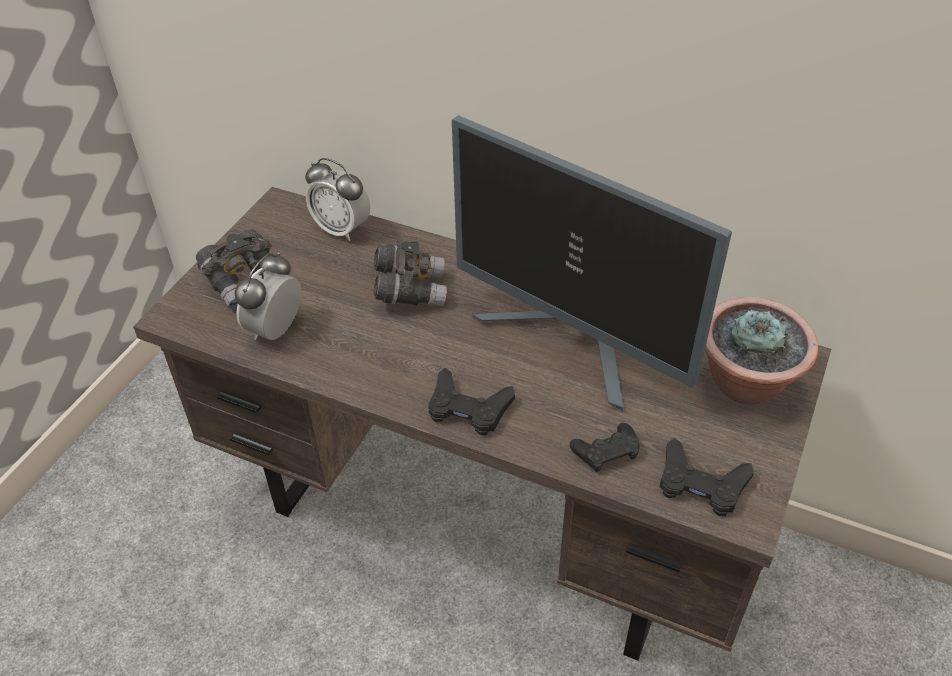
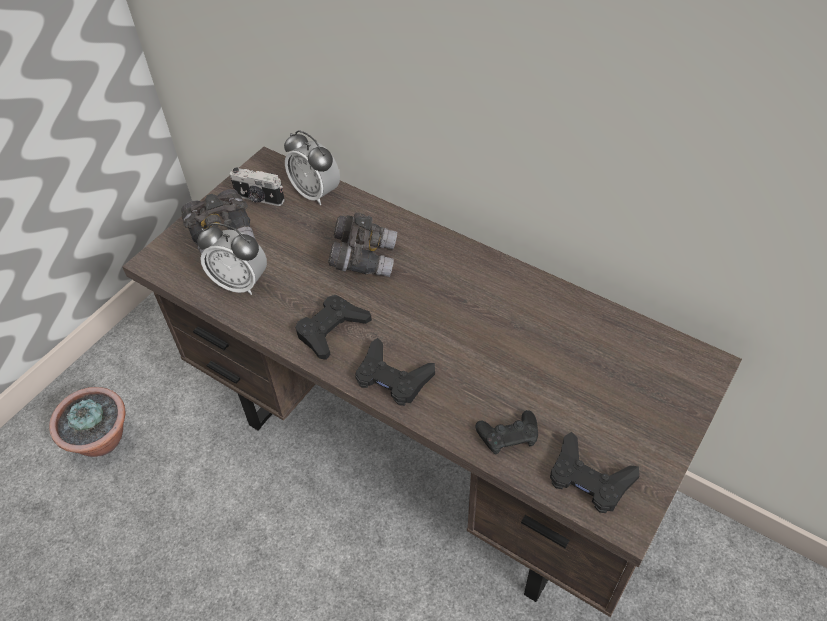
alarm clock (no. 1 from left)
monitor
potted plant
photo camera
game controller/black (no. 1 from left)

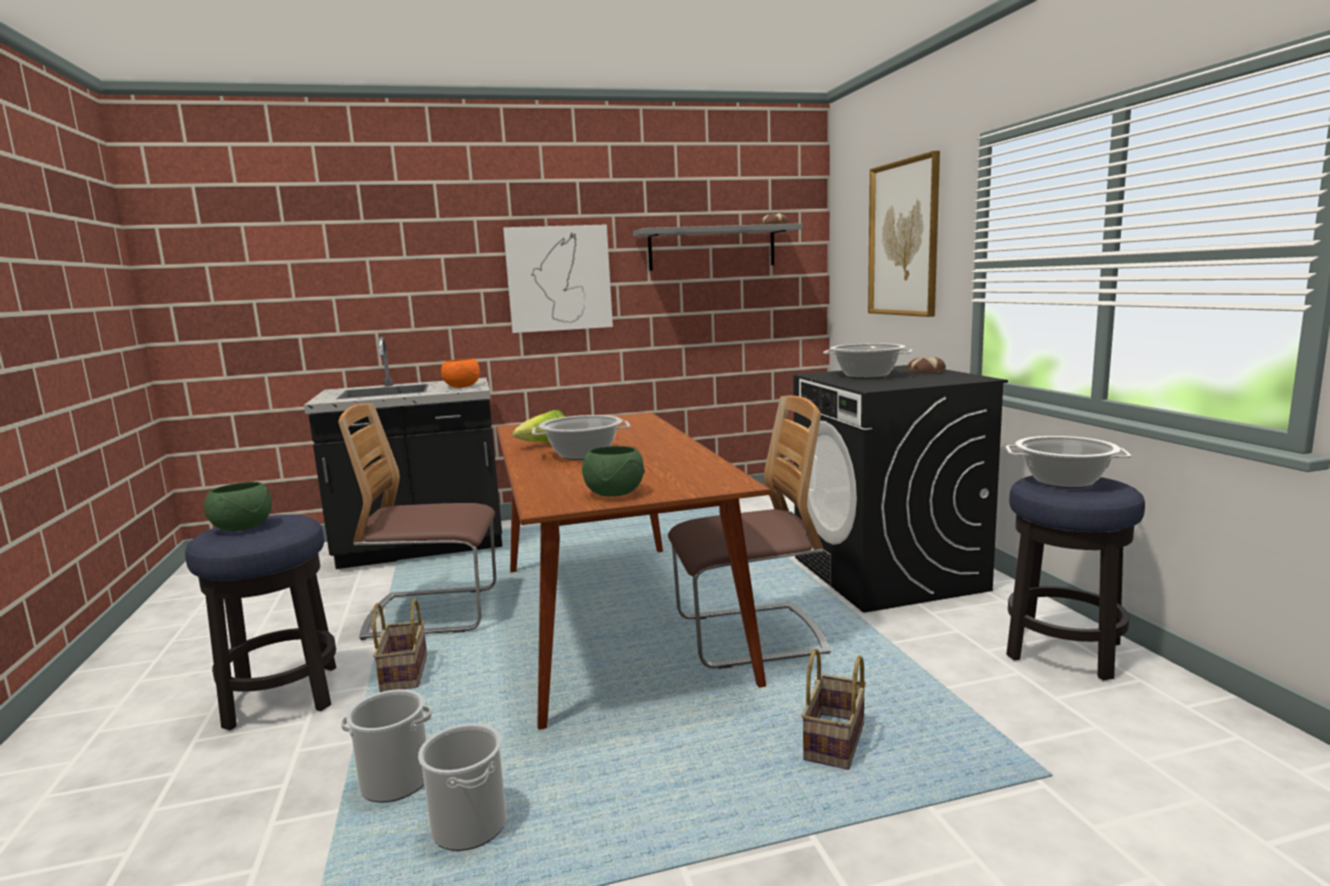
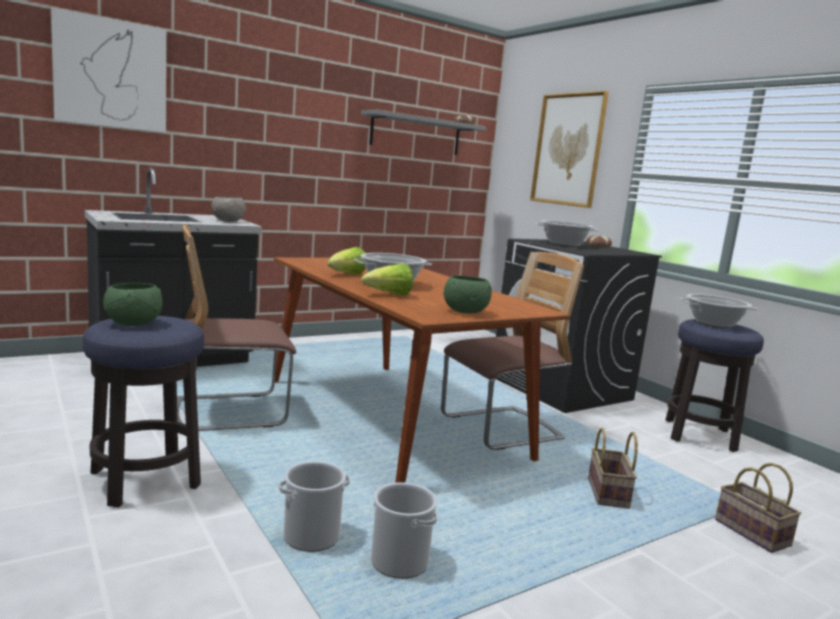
basket (no. 2 from left)
bowl/grey
picture (no. 1 from left)
lettuce (no. 2 from left)

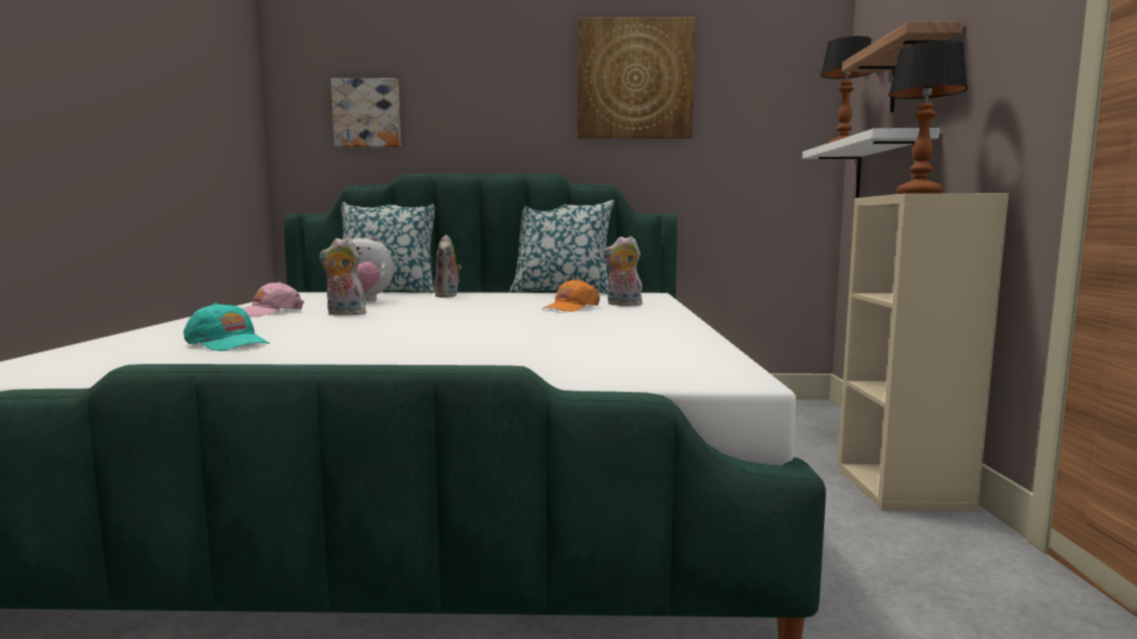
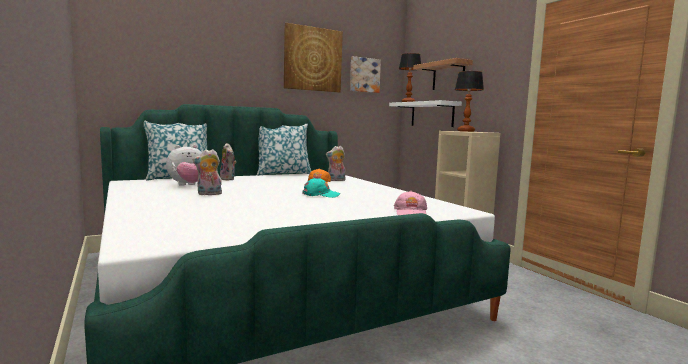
cap/turquoise
cap/pink
picture (no. 2 from left)

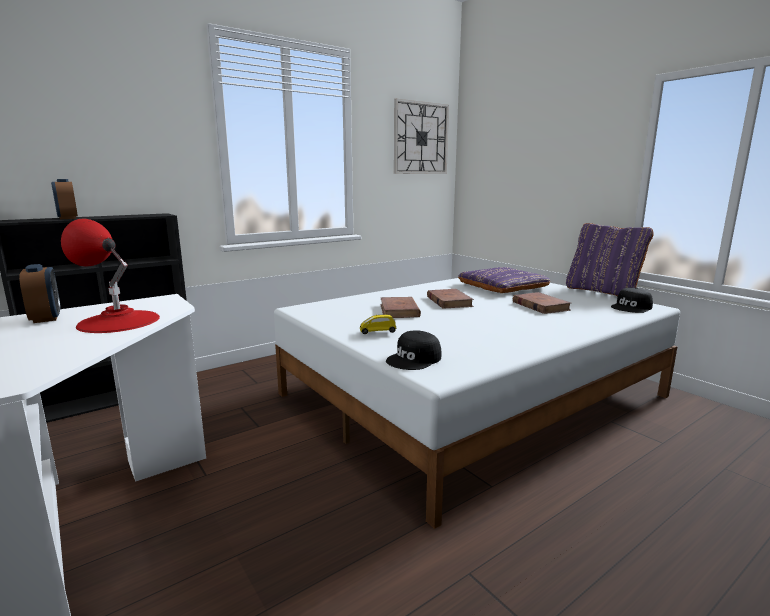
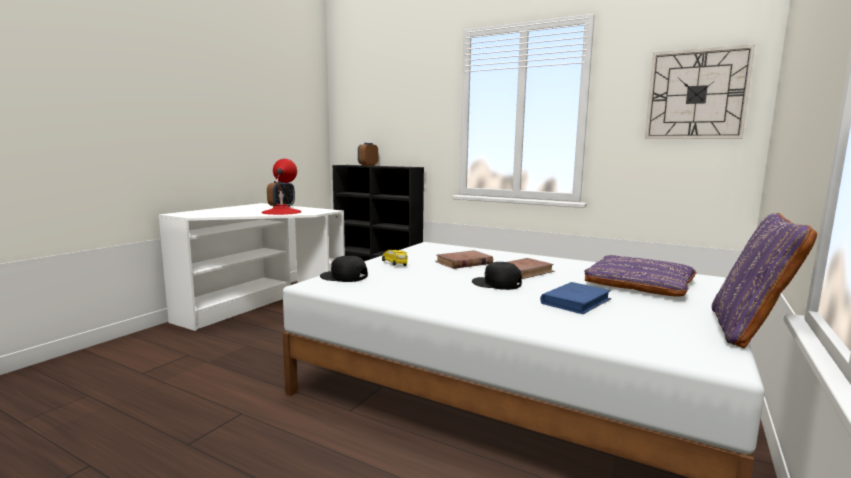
book/blue
cap/black (no. 2 from left)

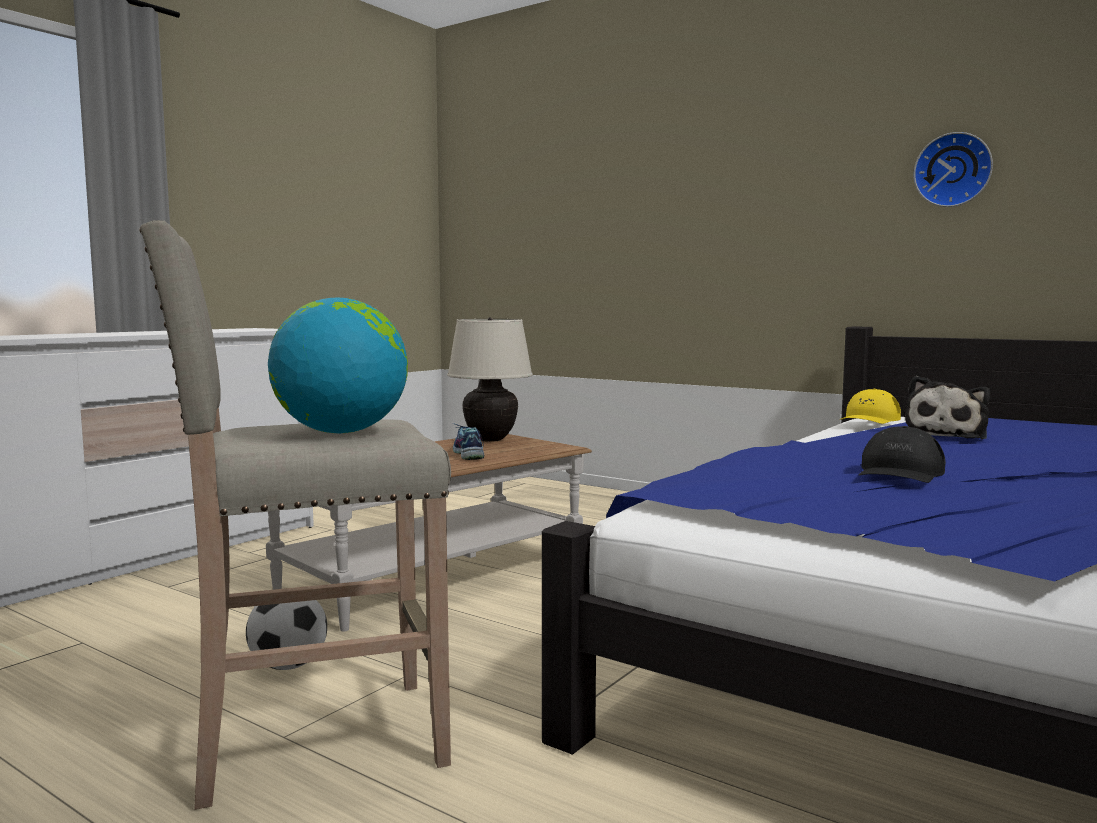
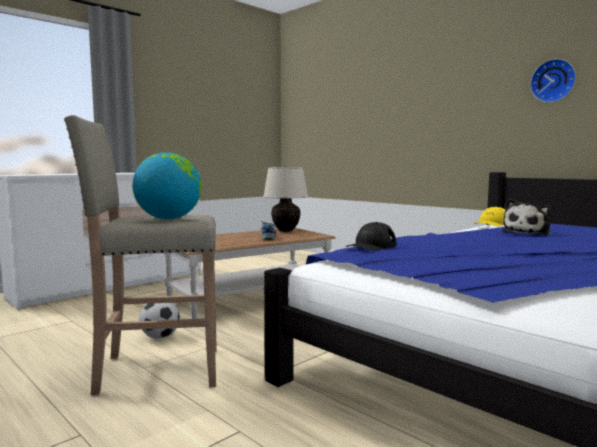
cap/black

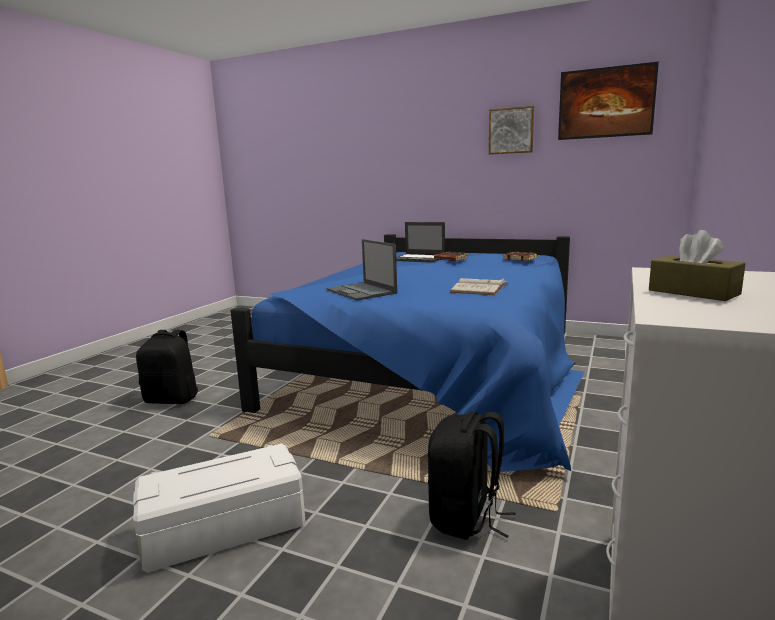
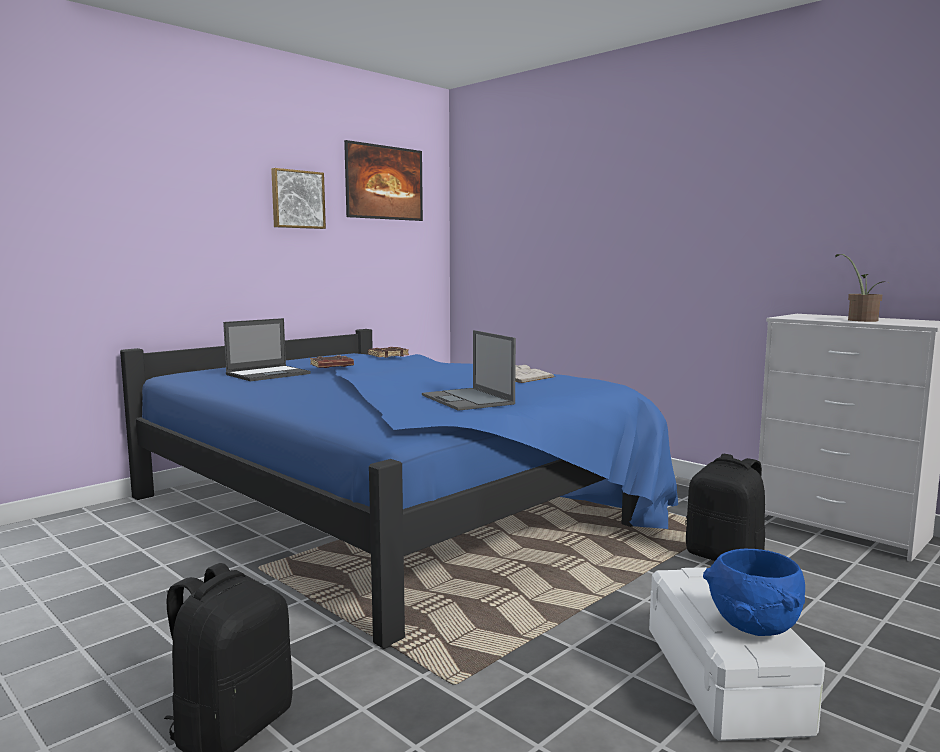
laptop (no. 2 from left)
potted plant
bowl/blue

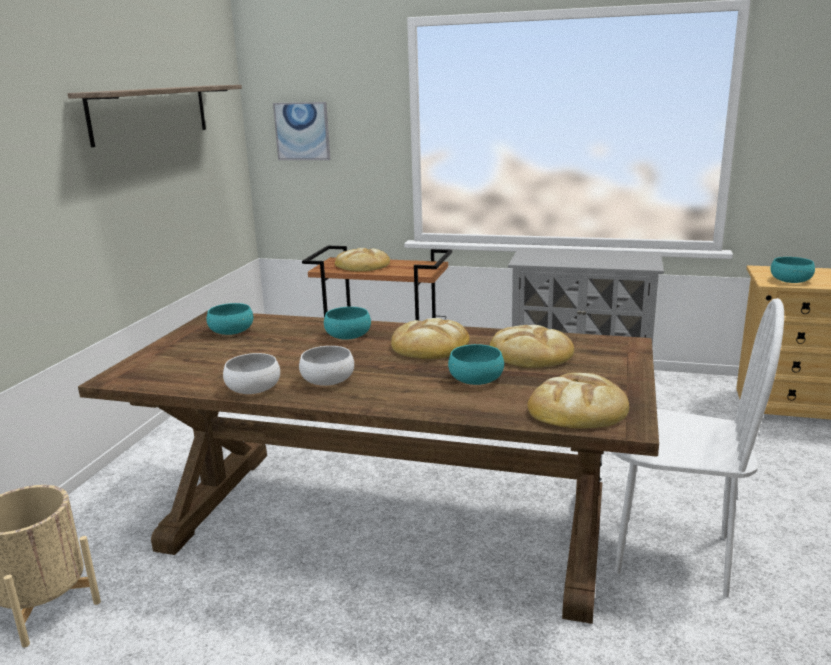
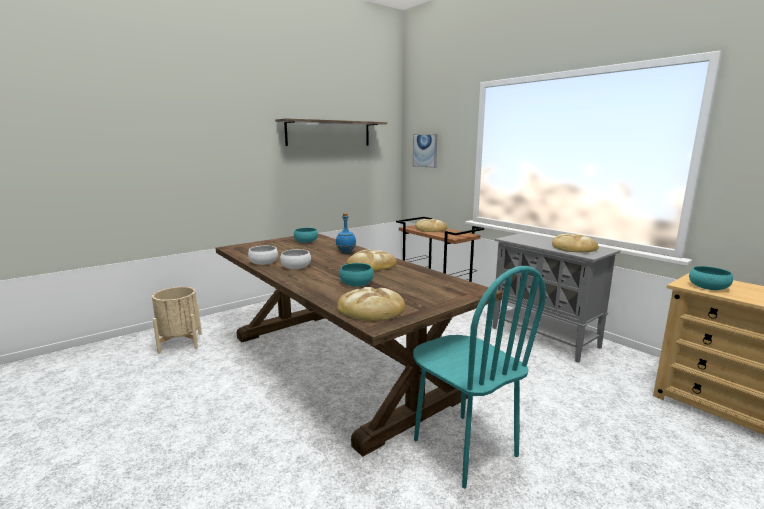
bottle/blue
bread (no. 4 from left)
chair/turquoise

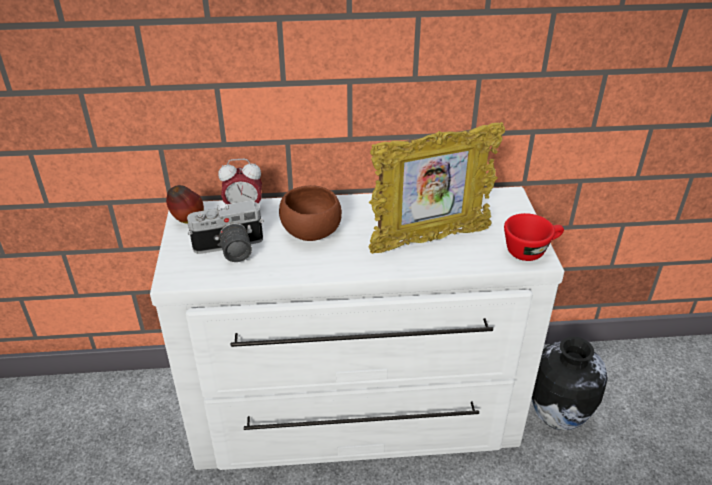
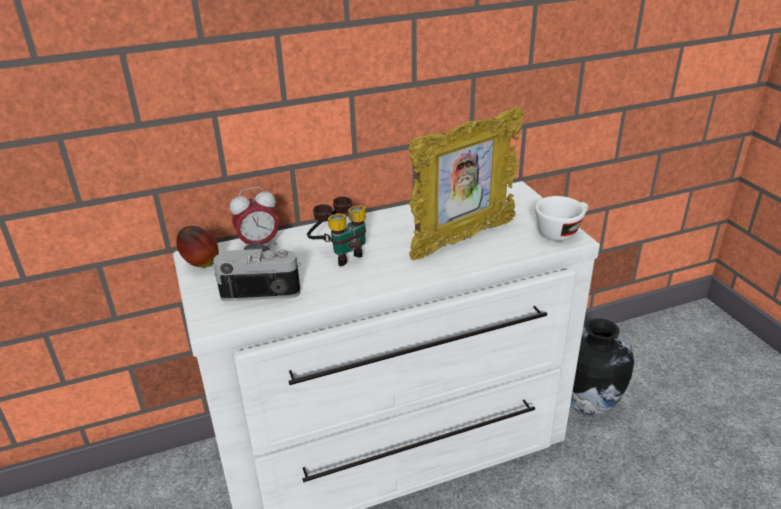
photo camera
binoculars
cup/white

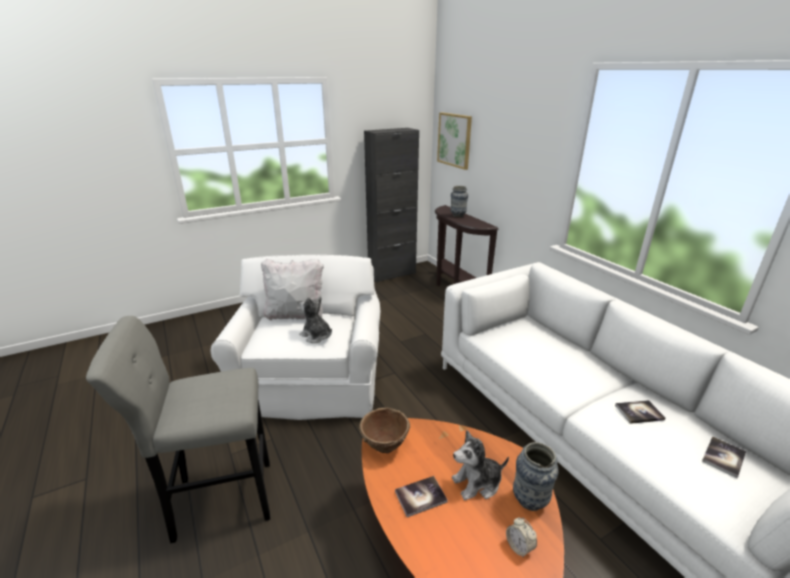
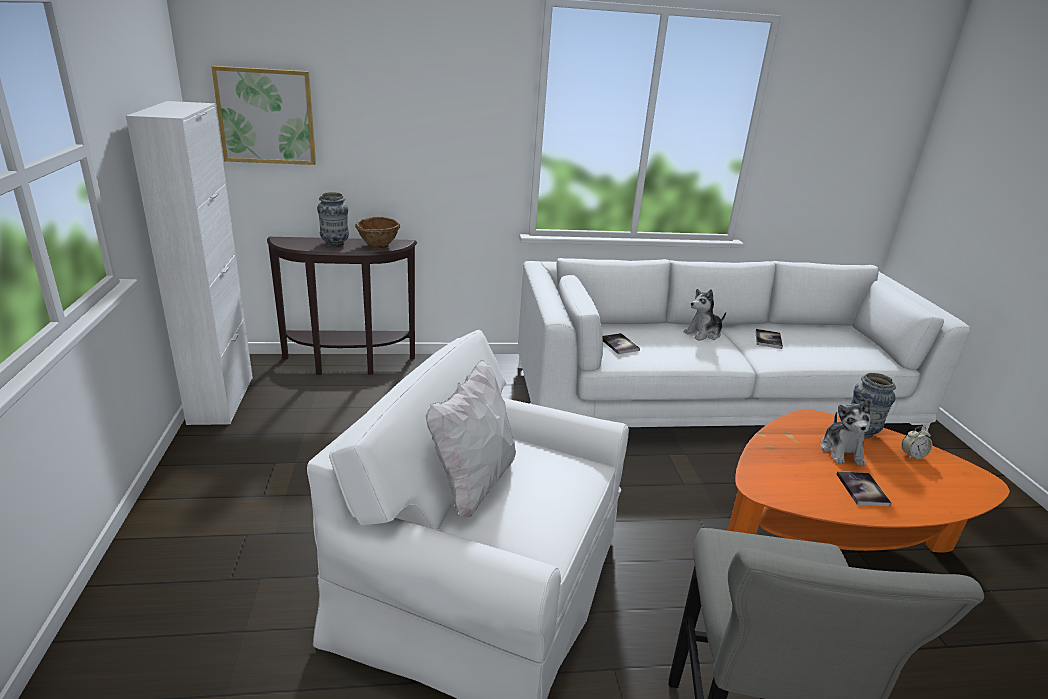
plush toy (no. 1 from left)
bowl/brown
cabinet/white
book (no. 1 from left)

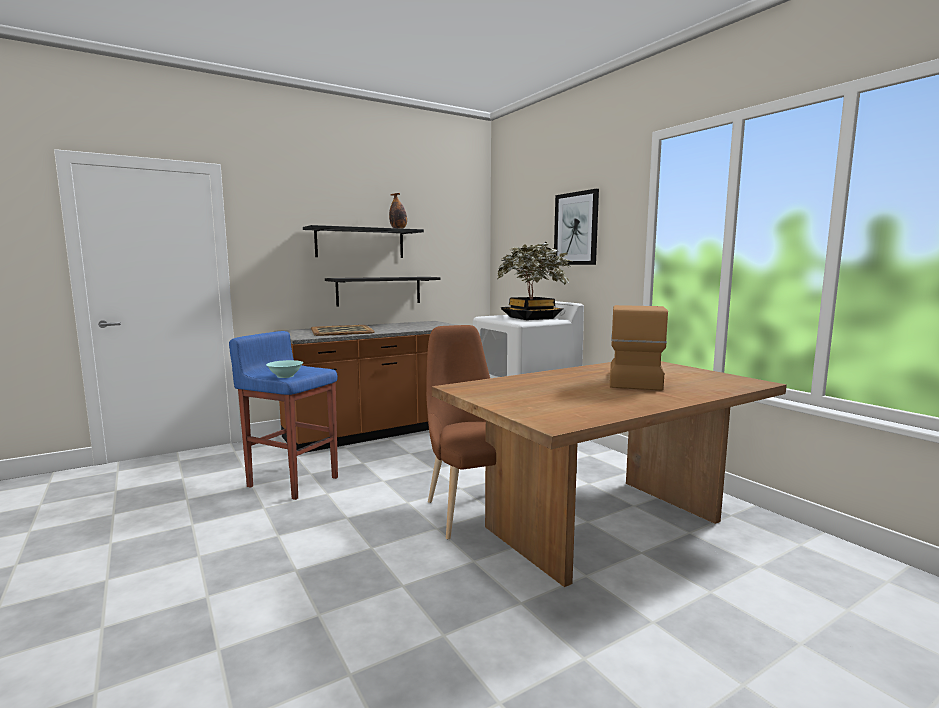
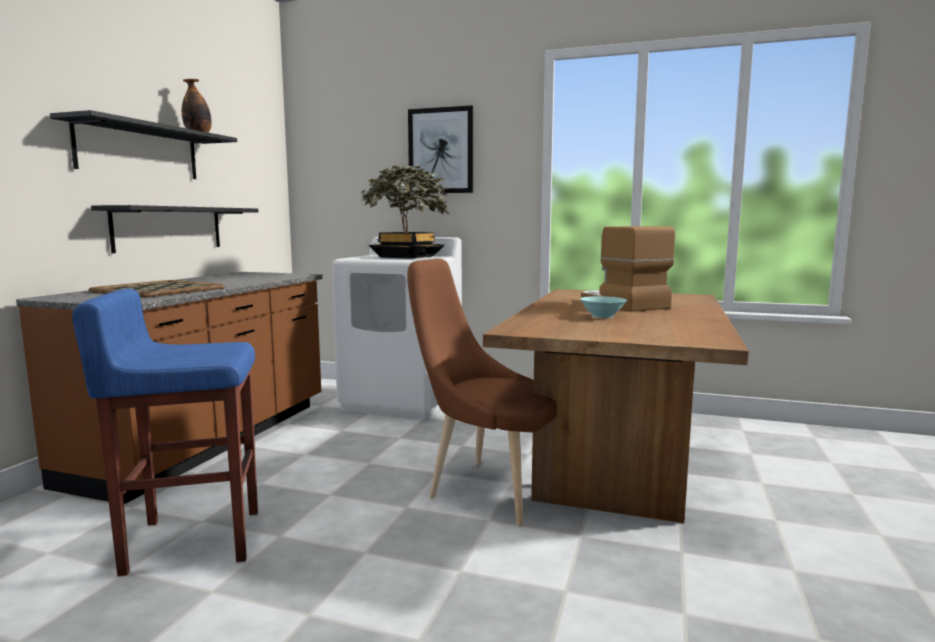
bowl/turquoise

